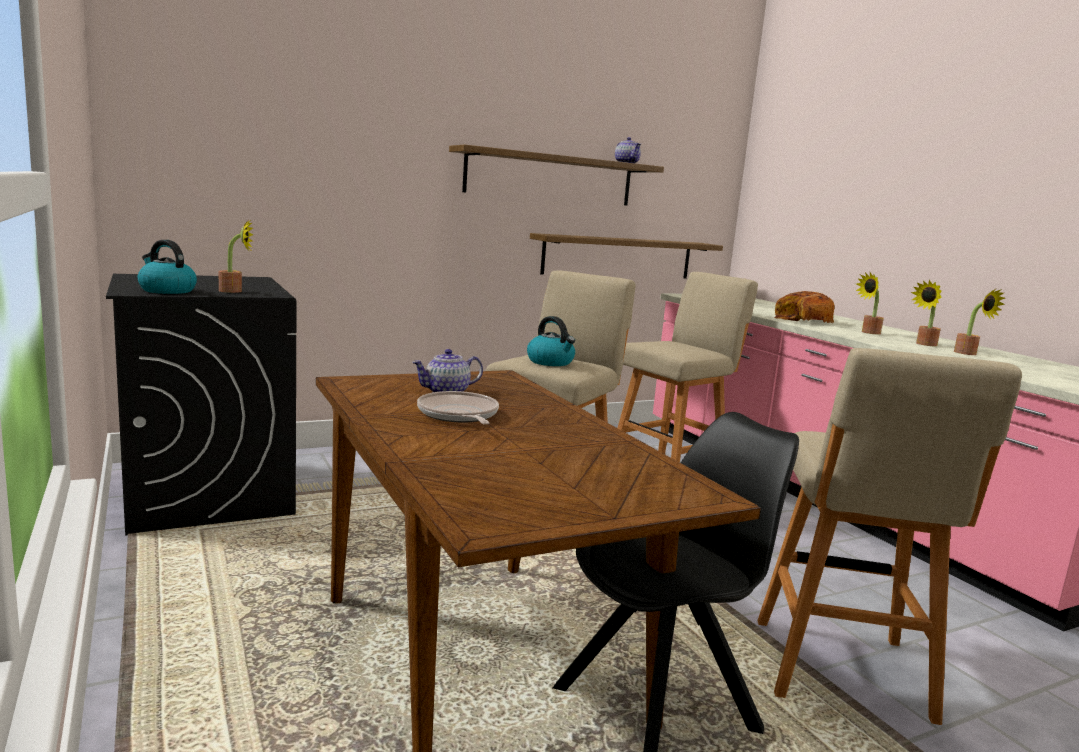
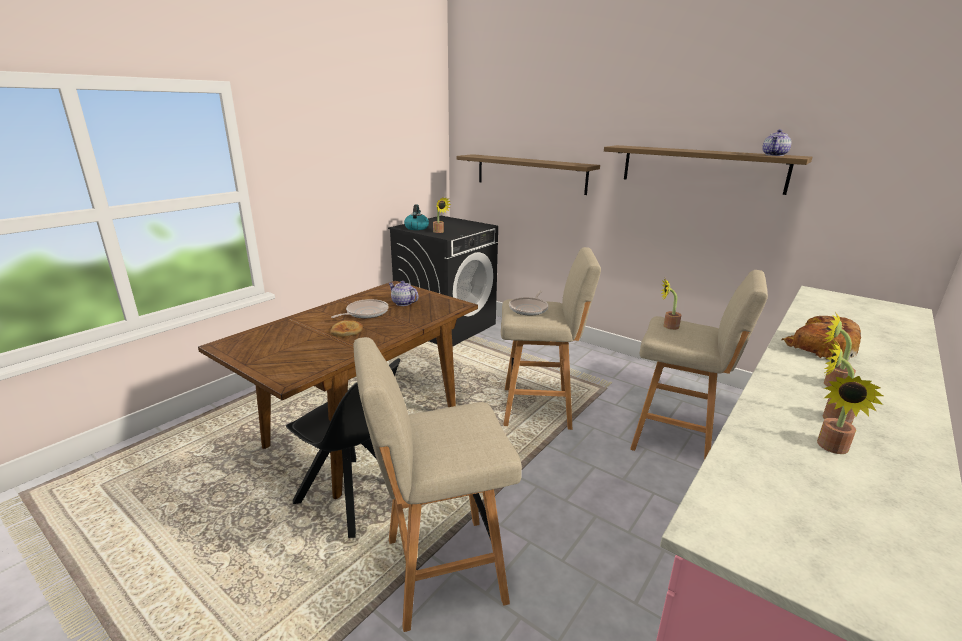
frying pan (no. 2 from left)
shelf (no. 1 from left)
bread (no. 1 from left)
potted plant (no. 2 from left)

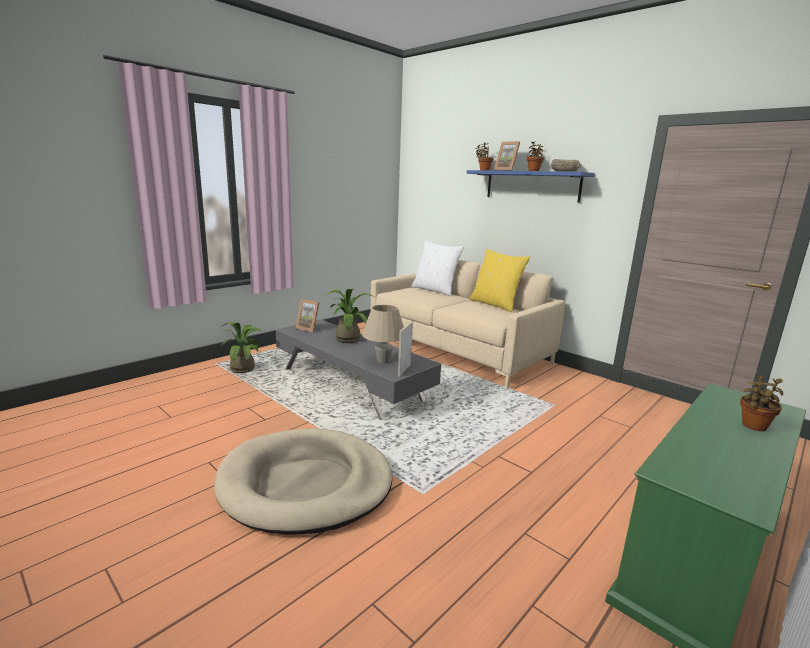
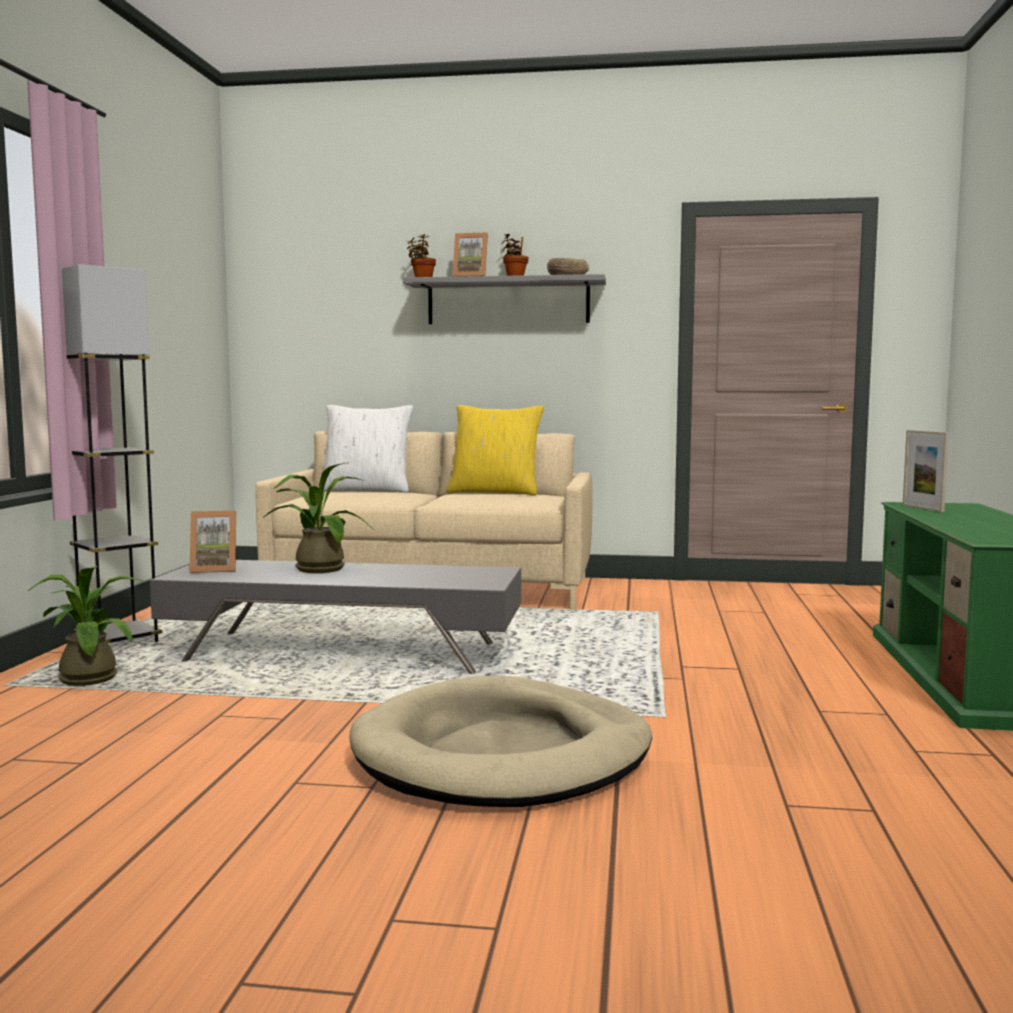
table lamp/beige
picture frame (no. 3 from left)
shelf/grey
potted plant (no. 5 from left in the first image)
floor lamp/grey

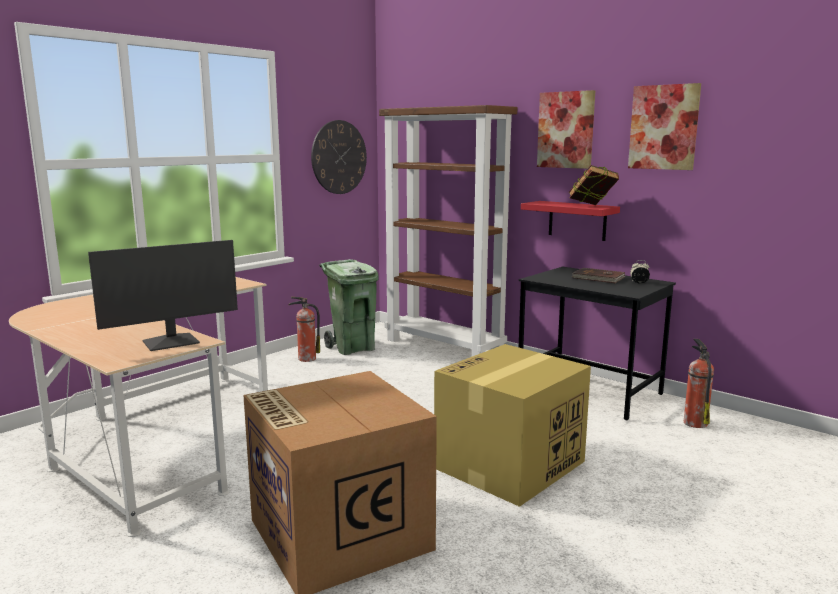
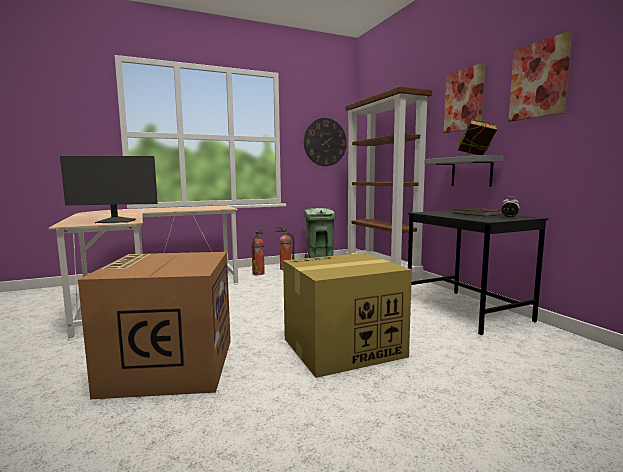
shelf/grey
fire extinguisher (no. 1 from left)

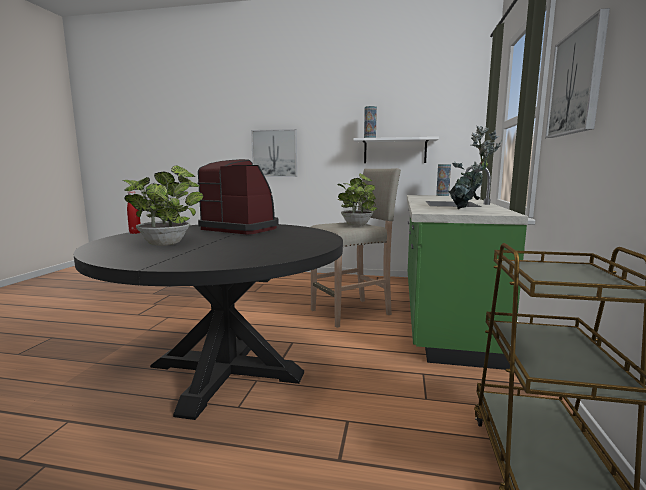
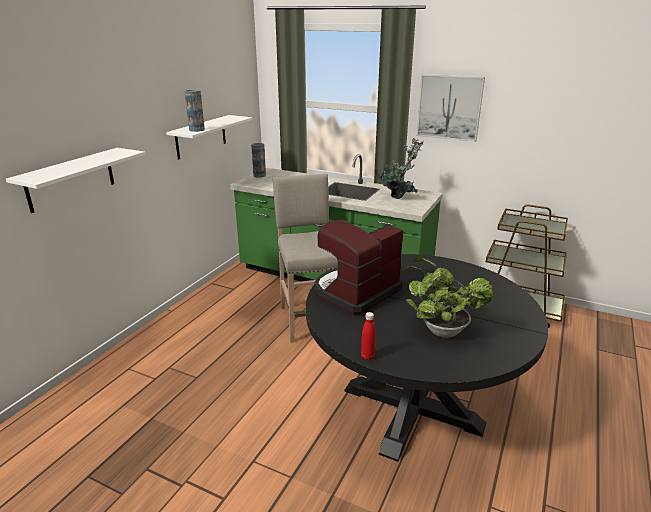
shelf/white (no. 1 from left)
potted plant (no. 2 from left in the first image)

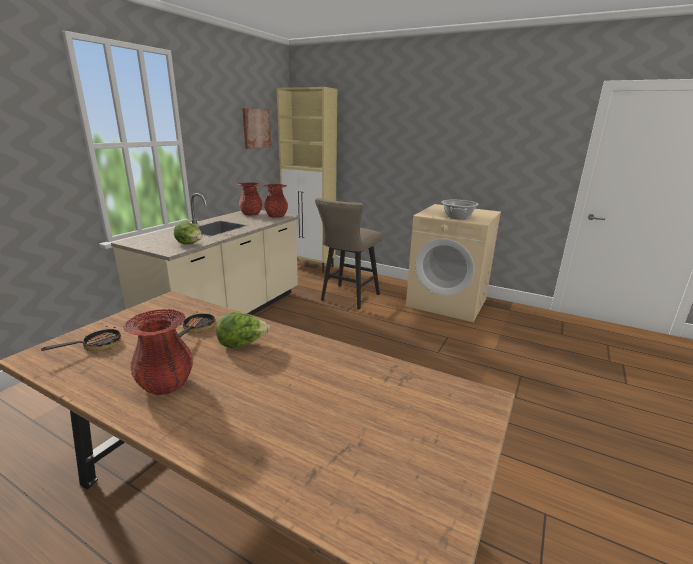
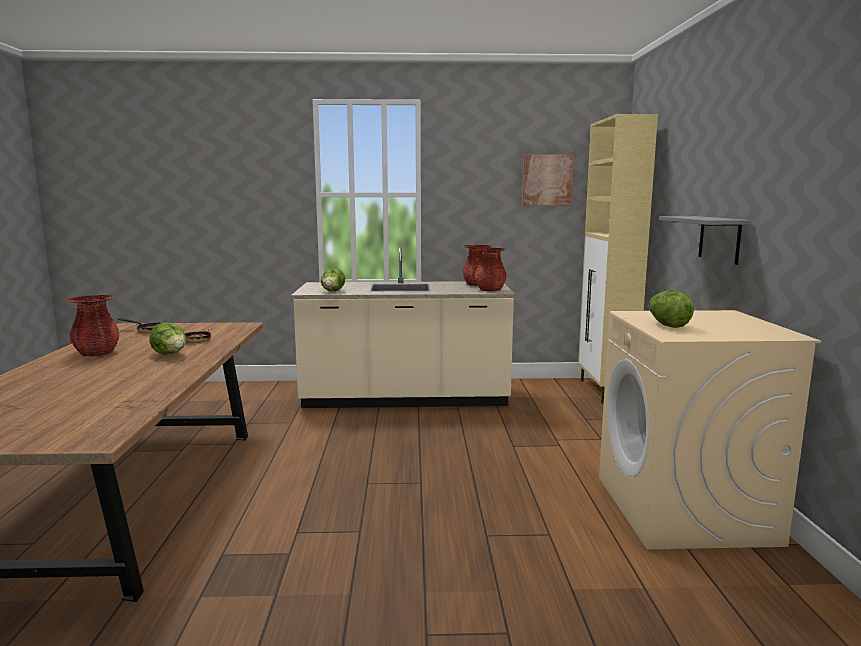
stool/beige
lettuce (no. 3 from left)
shelf/grey

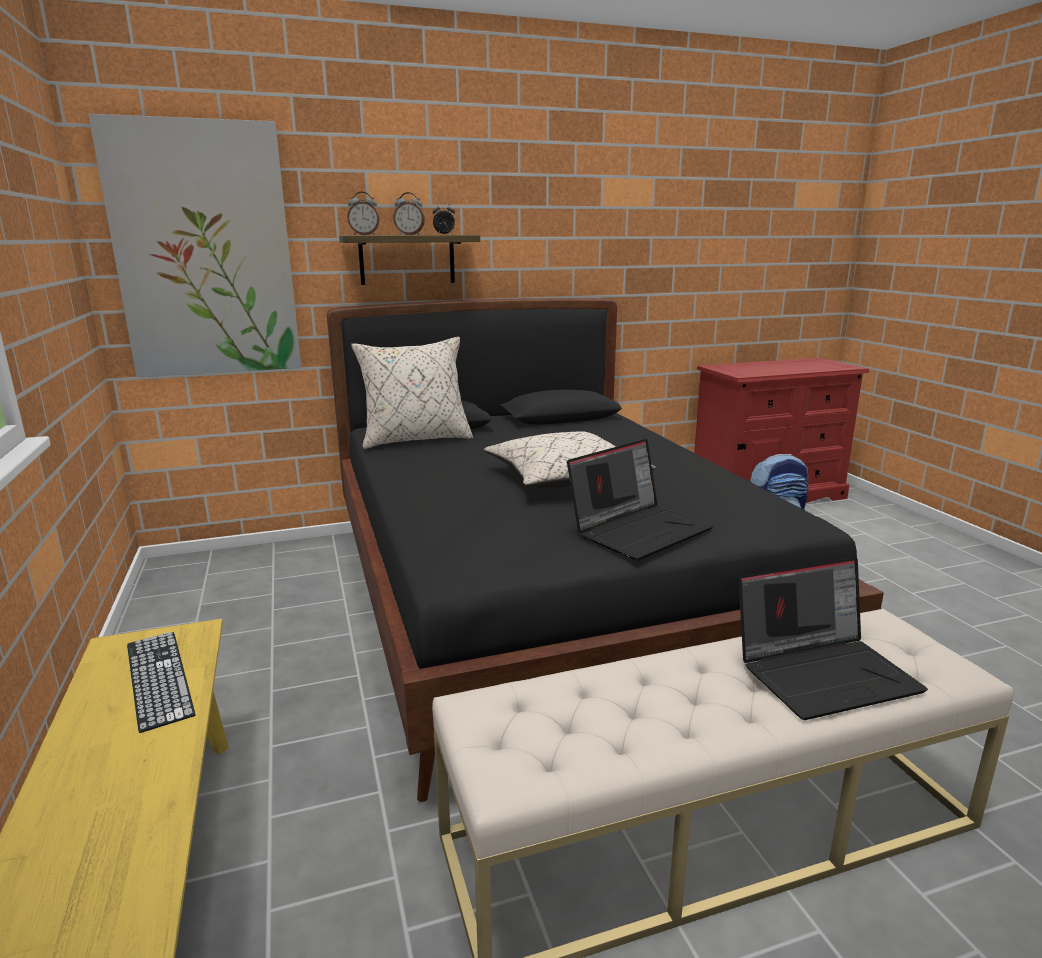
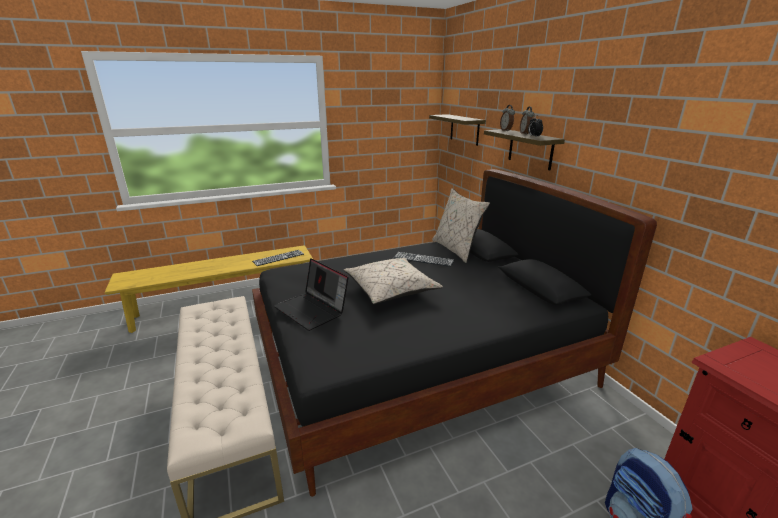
shelf (no. 1 from left)
laptop (no. 2 from left in the first image)
keyboard (no. 2 from left)

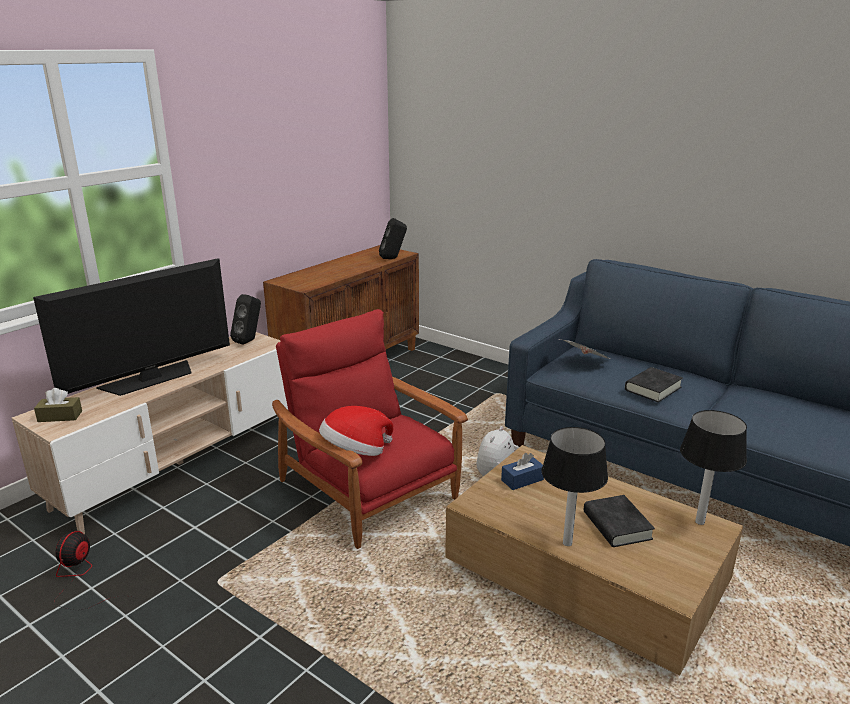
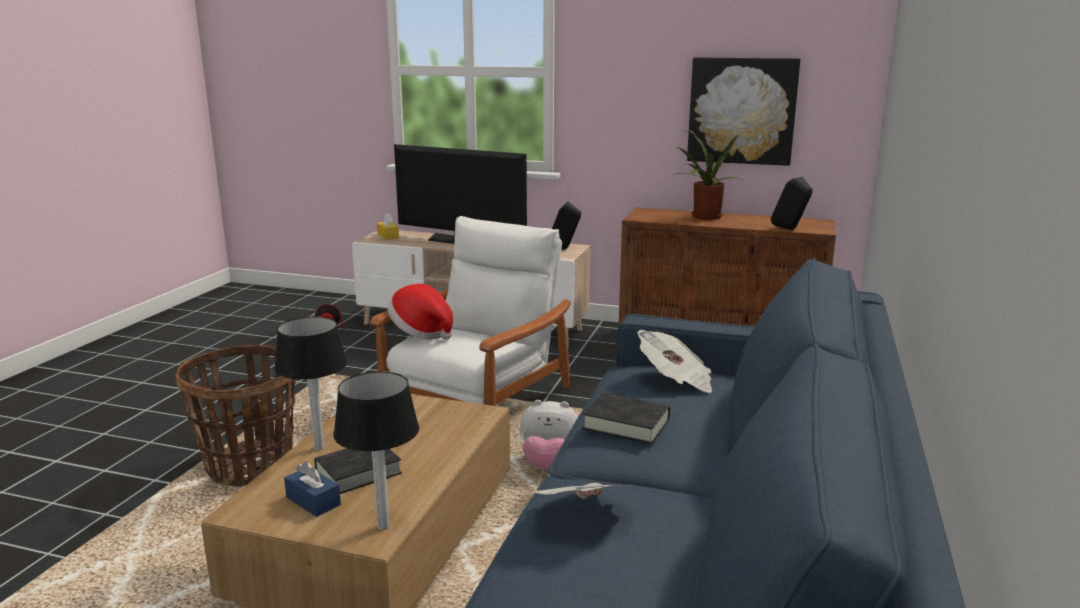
tissue box/yellow
armchair/white
tissue box/blue
basket
newspaper (no. 1 from left)
potted plant
picture

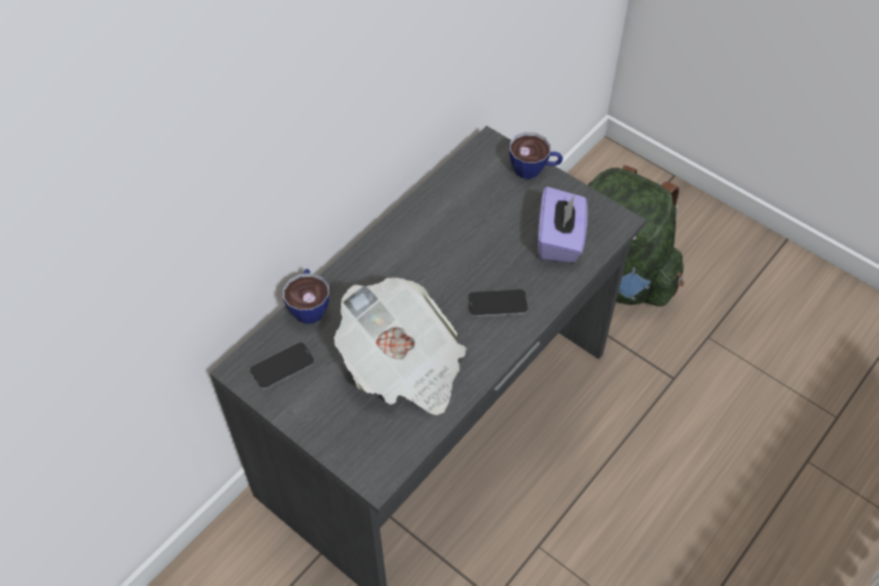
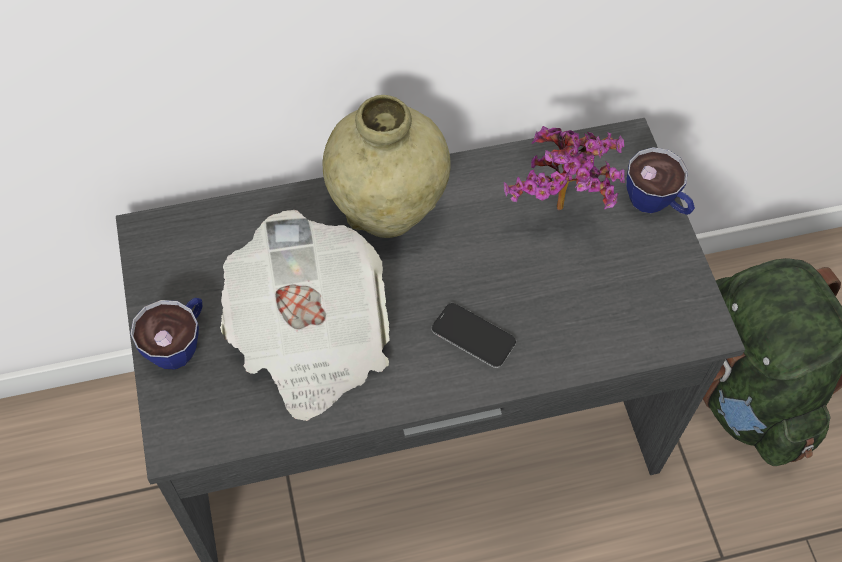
phone (no. 1 from left in the first image)
cup (no. 1 from left)
tissue box/purple
vase/beige
potted plant

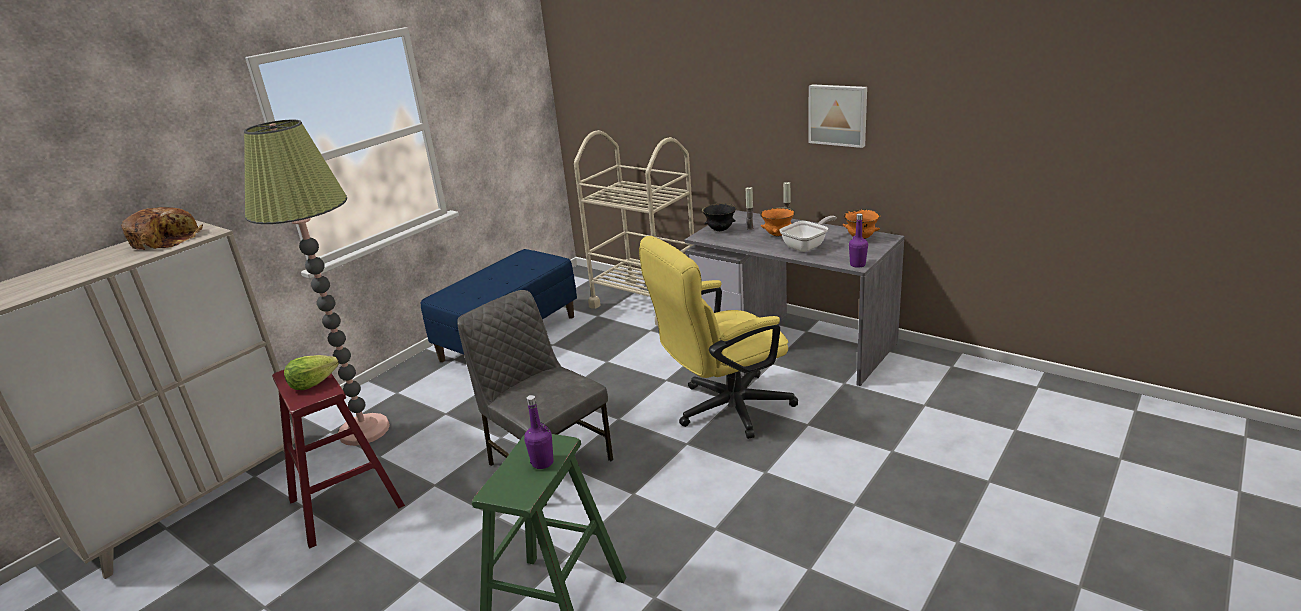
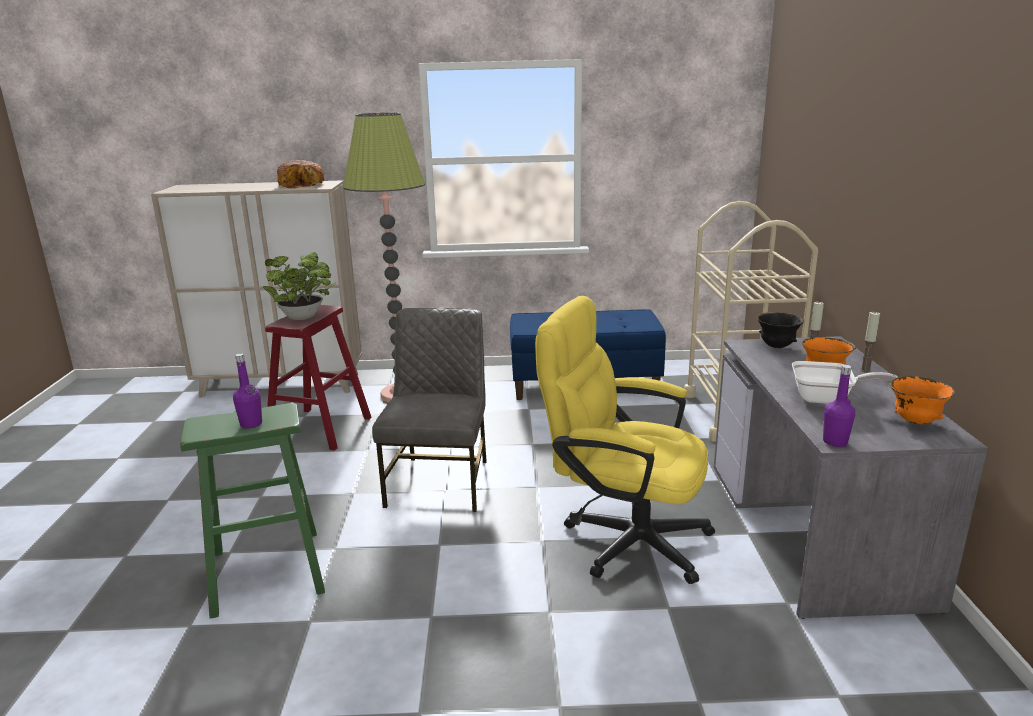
potted plant
picture

